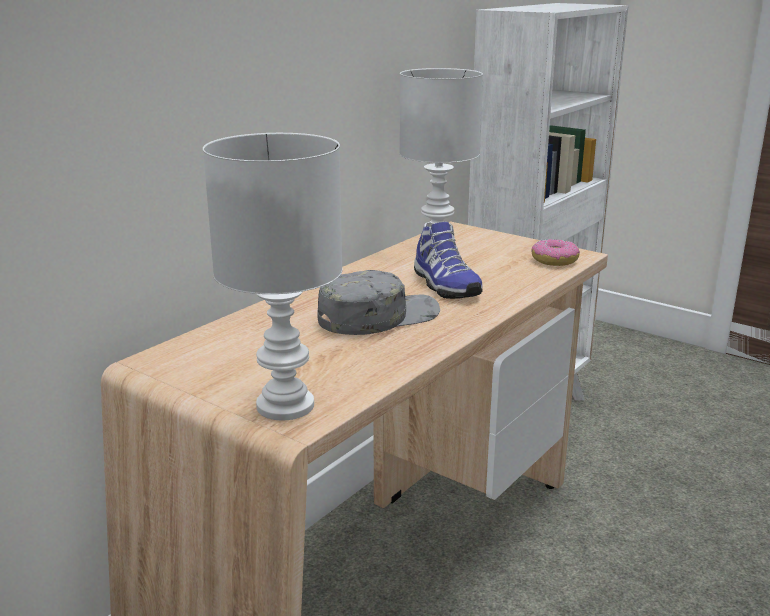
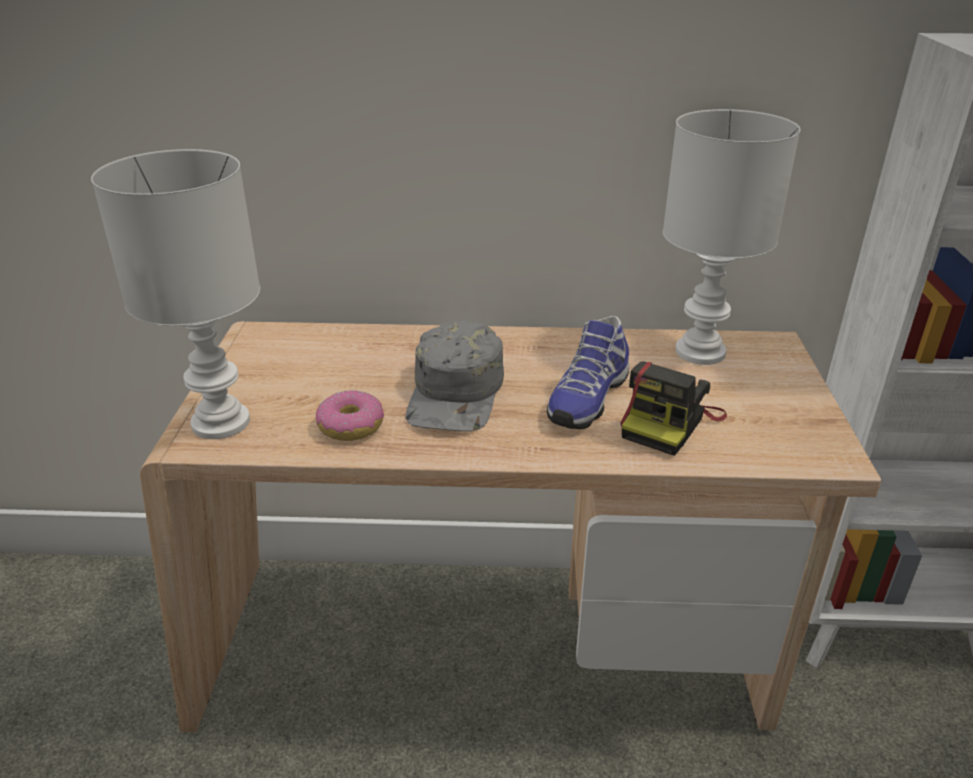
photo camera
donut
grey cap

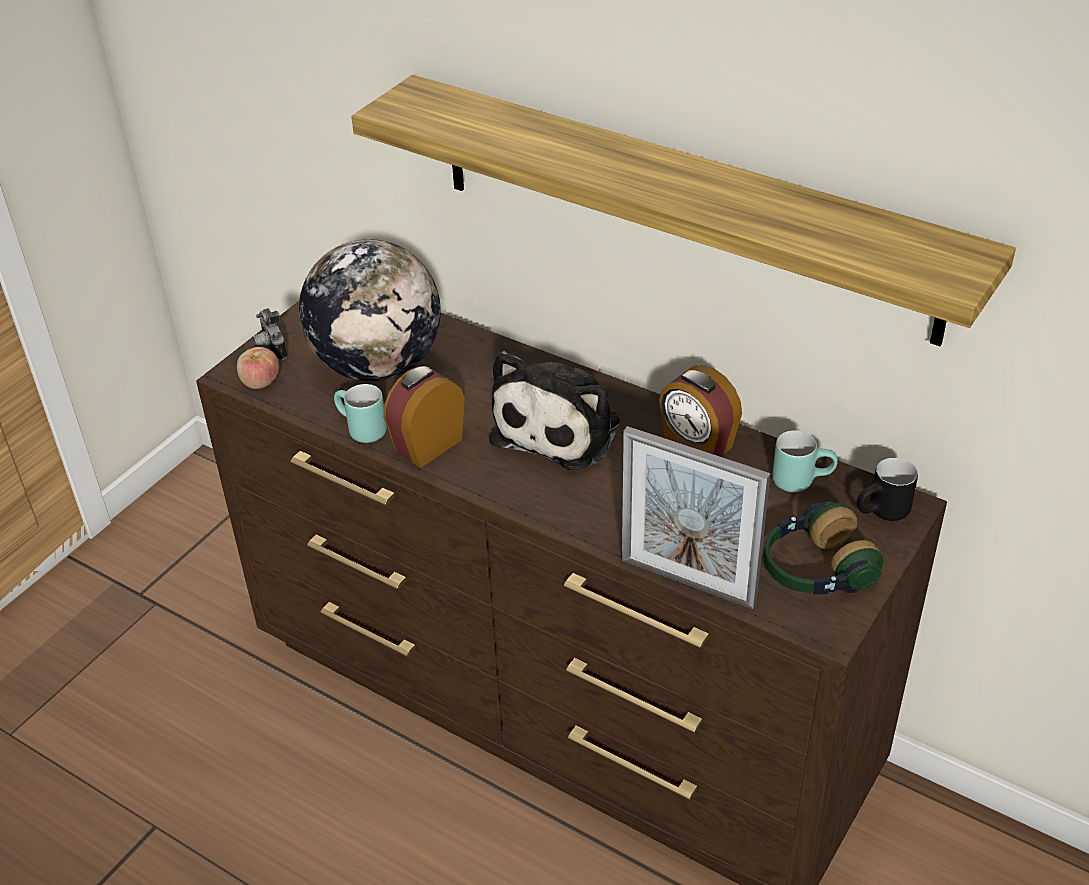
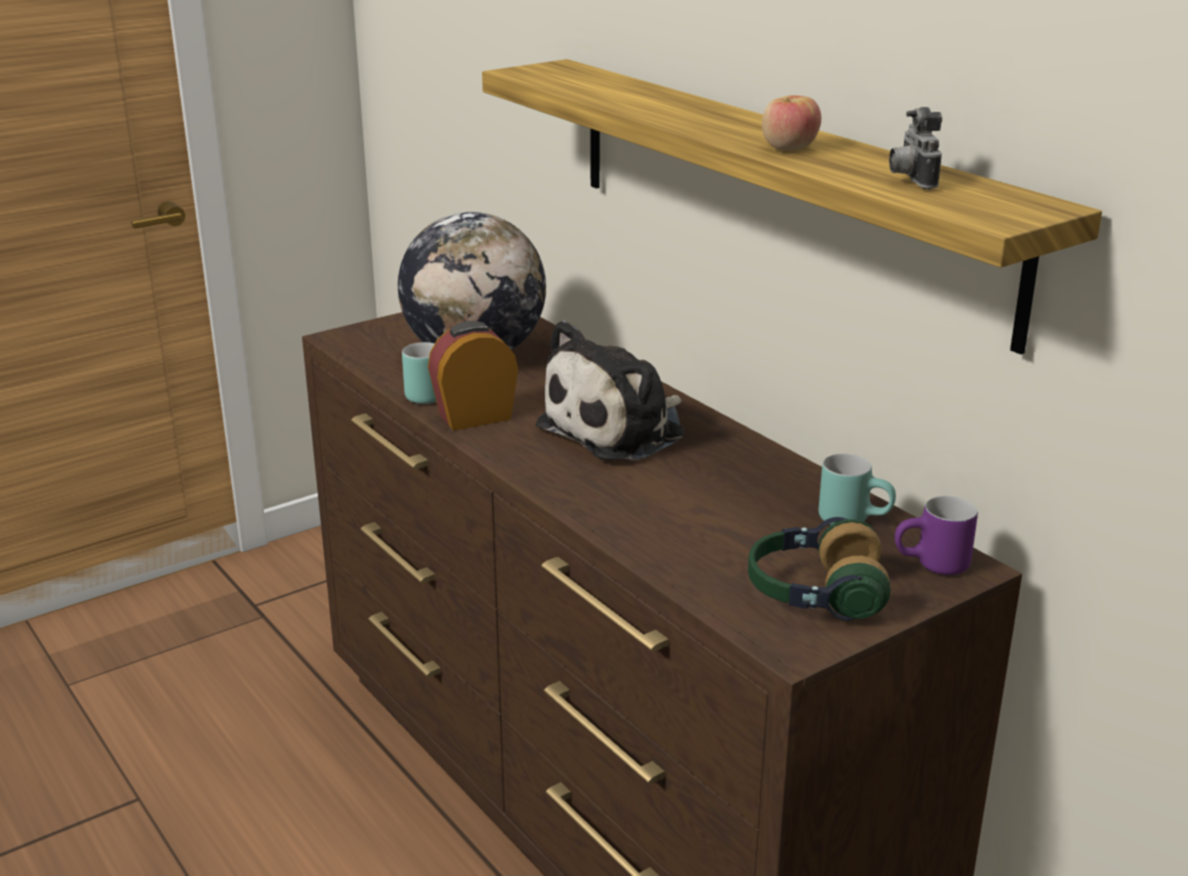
picture frame
alarm clock (2nd from left in the first image)
apple
photo camera
purple mug

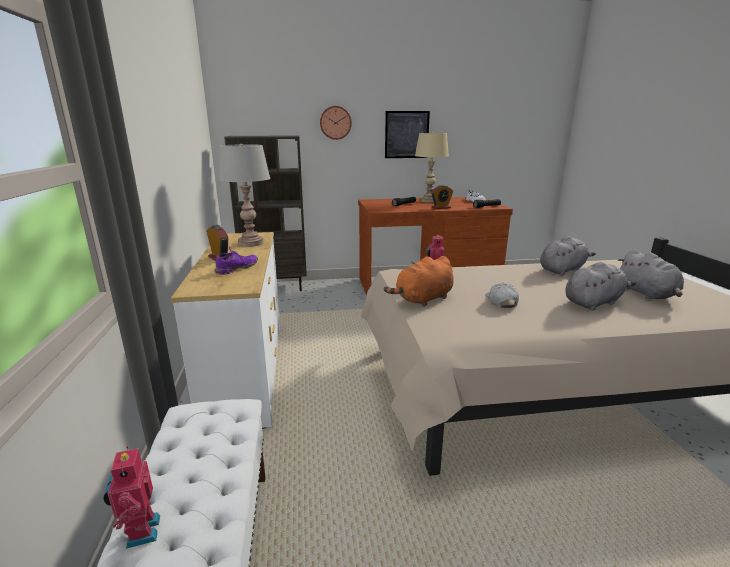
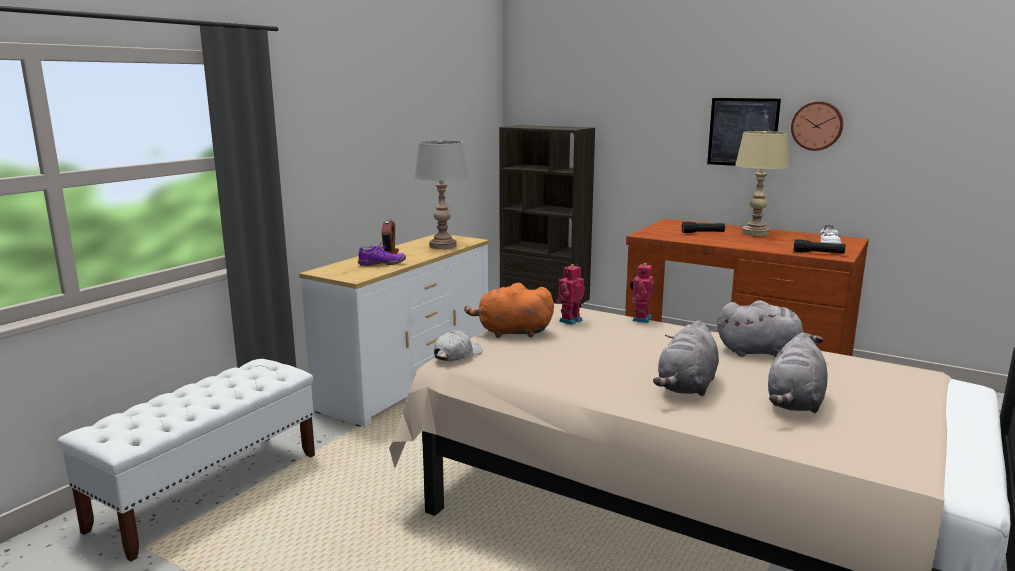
alarm clock (2nd from left in the first image)
toy robot (2nd from left)
wall clock
white cap
grey plush toy (1st from left)

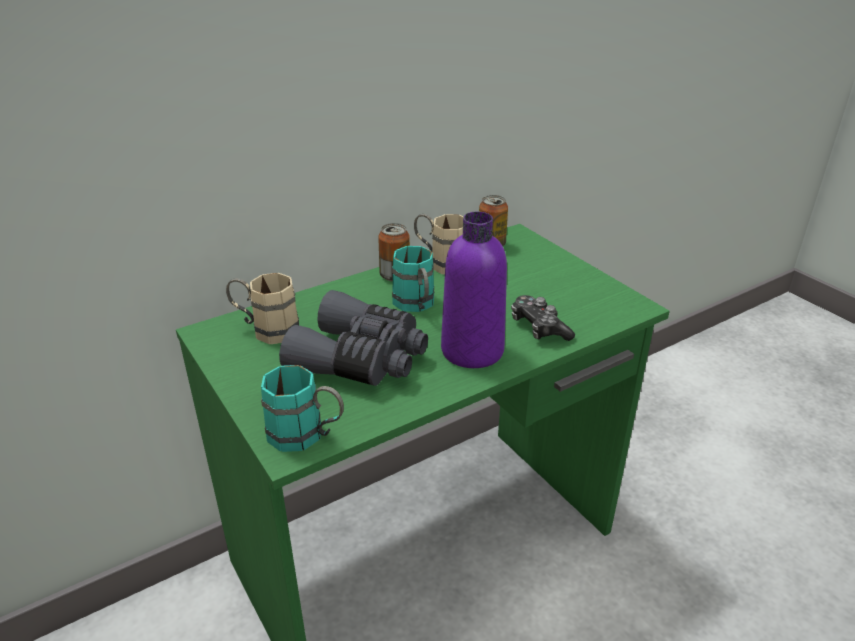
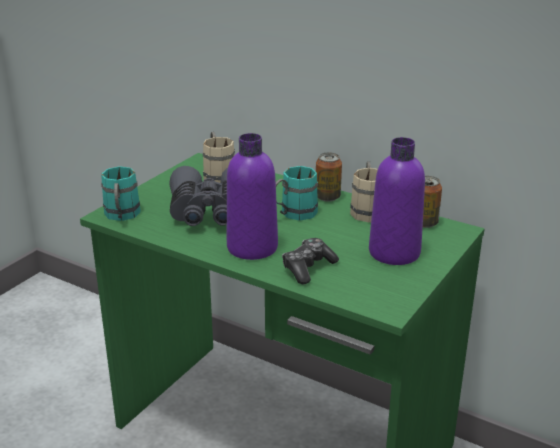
purple bottle (2nd from left)

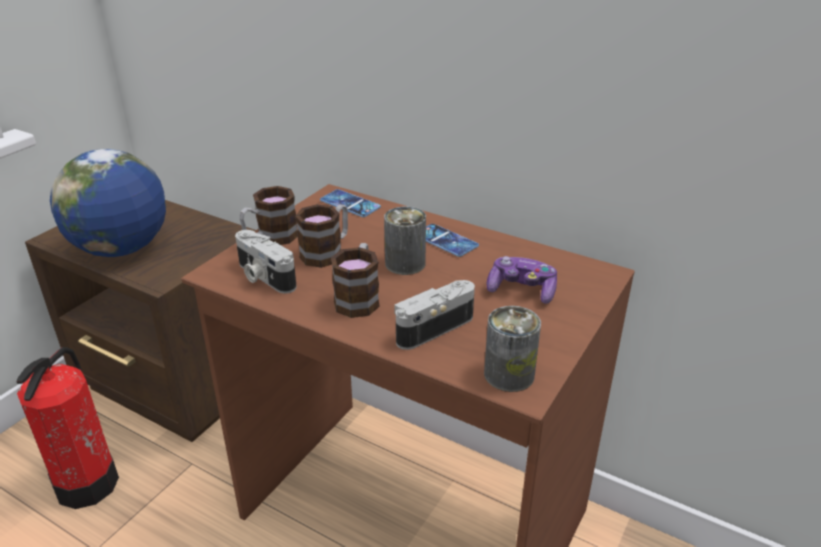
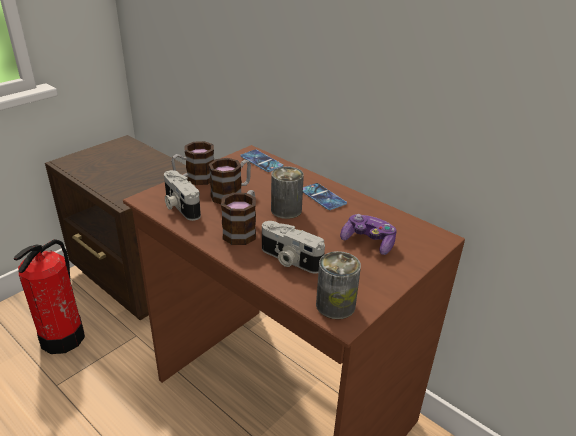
globe
photo camera (2nd from left)

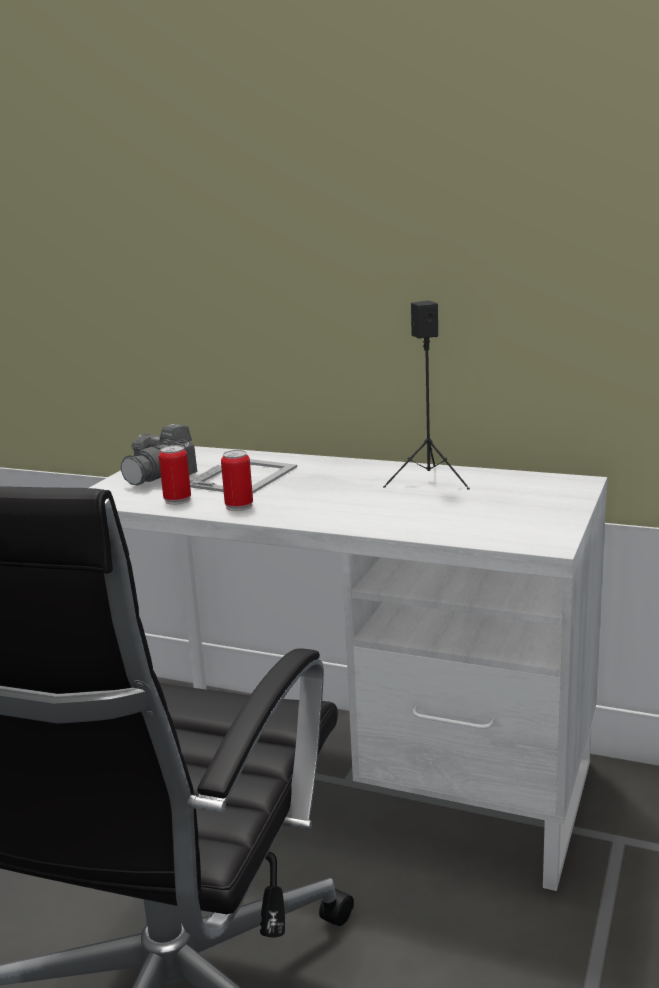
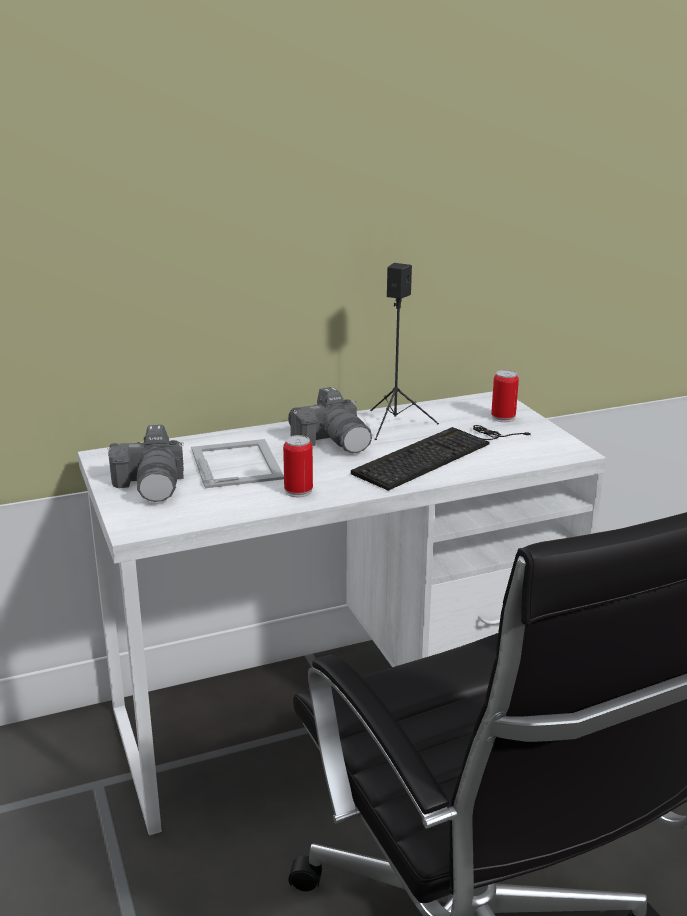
photo camera (2nd from left)
keyboard
can (2nd from left)

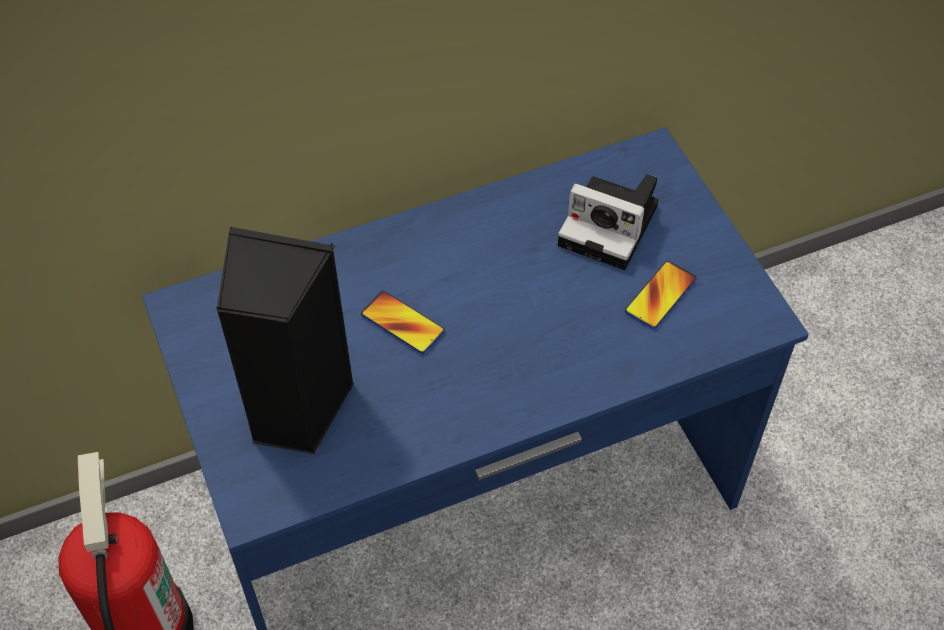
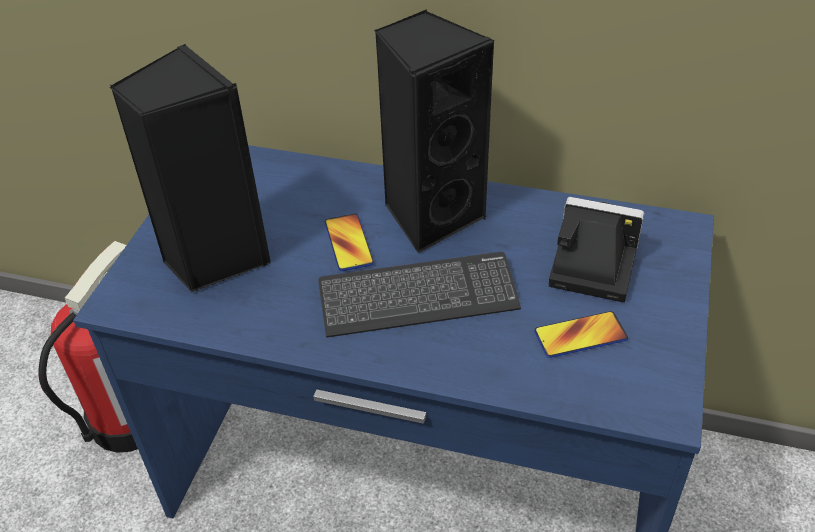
keyboard
black speaker (2nd from left)
photo camera

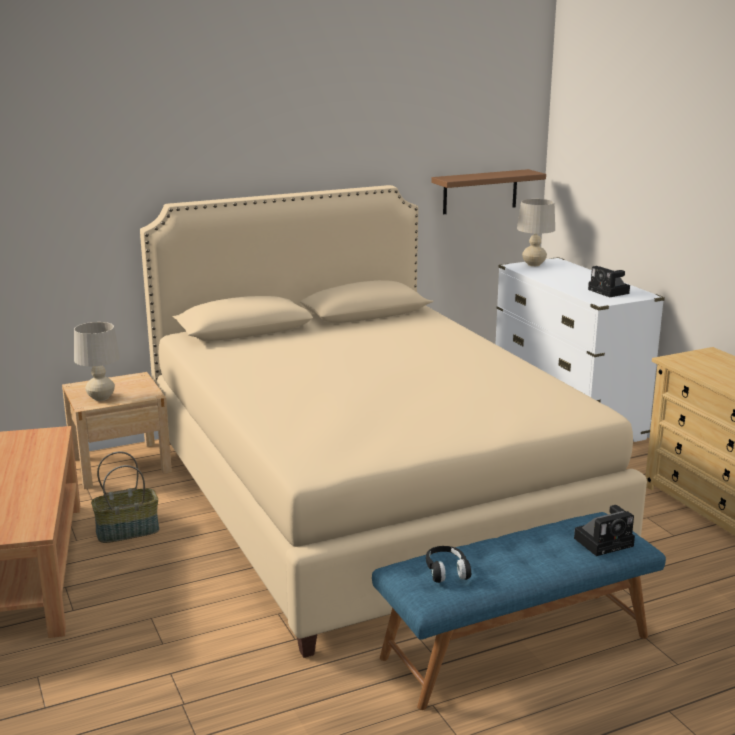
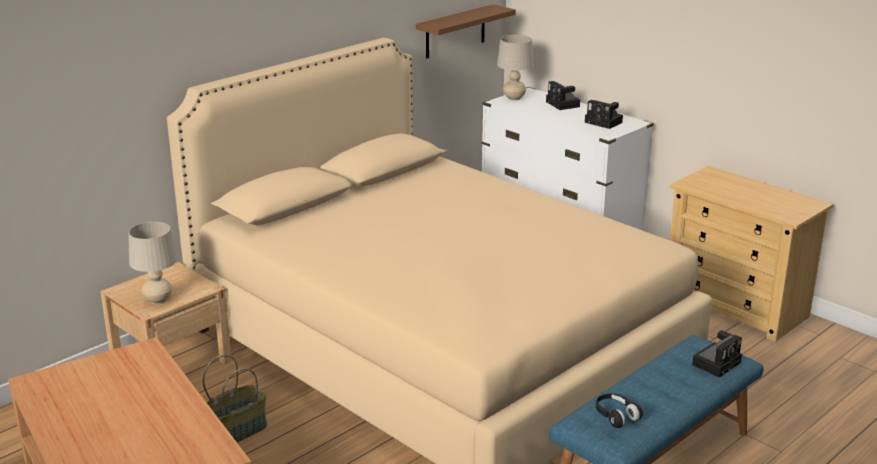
photo camera (1st from left)

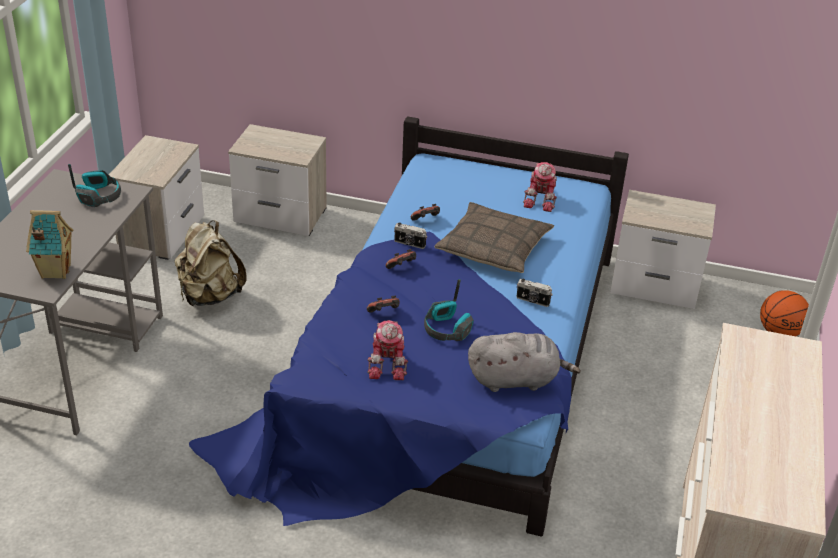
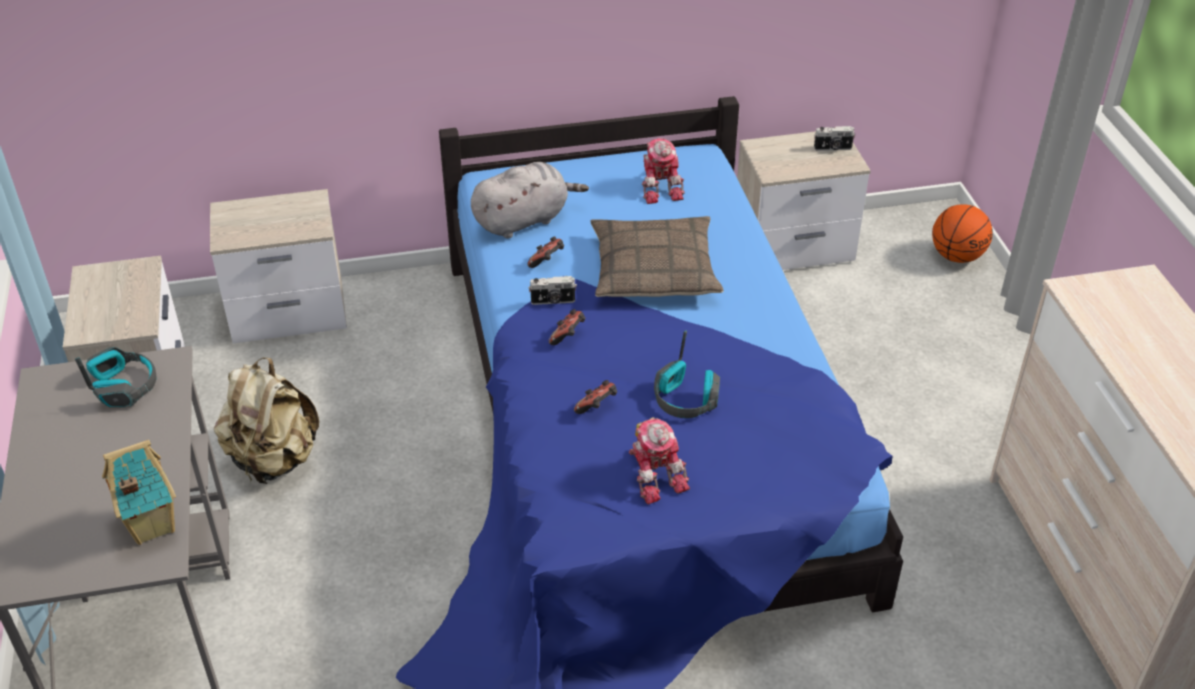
grey plush toy
photo camera (2nd from left)

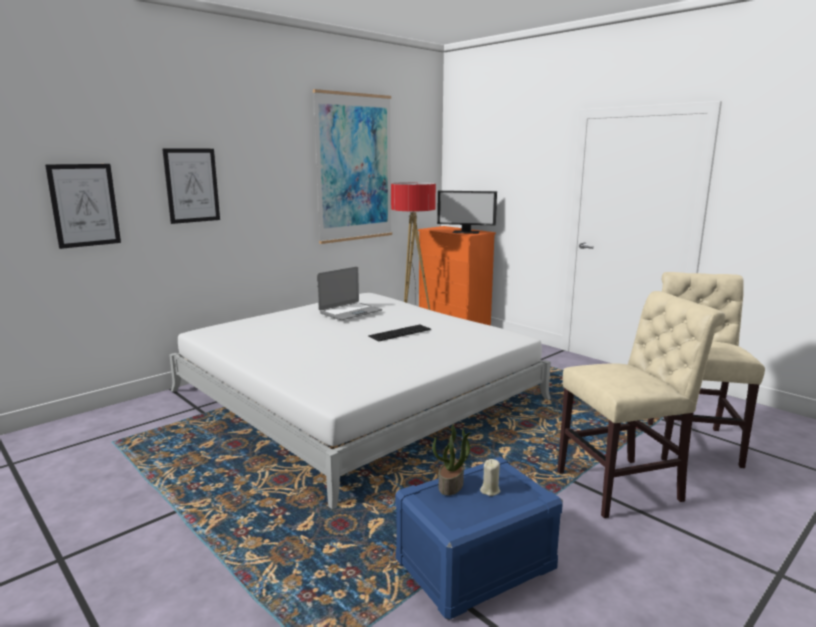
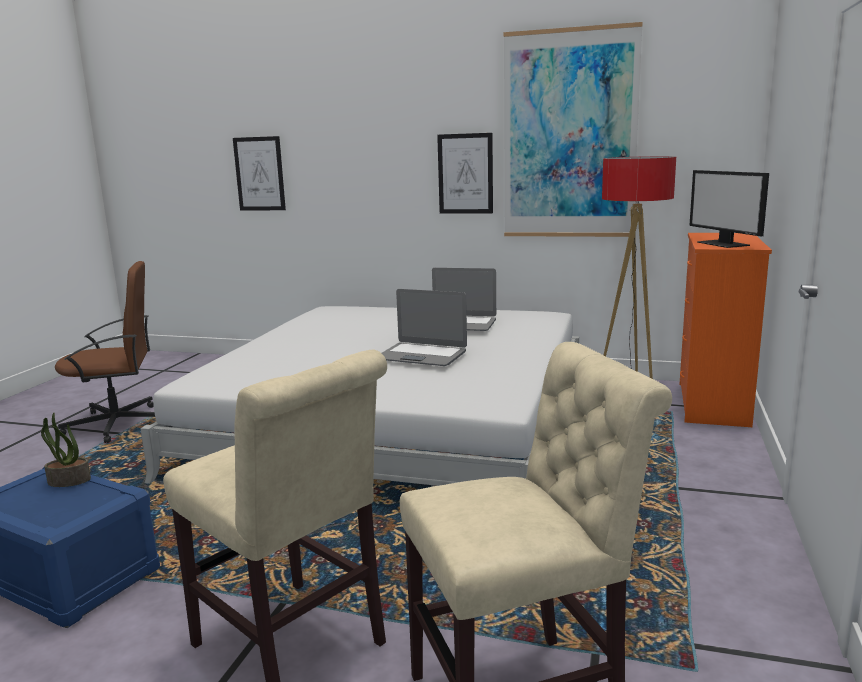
beige candle
brown office chair
picture (2nd from left)
laptop (1st from left)

